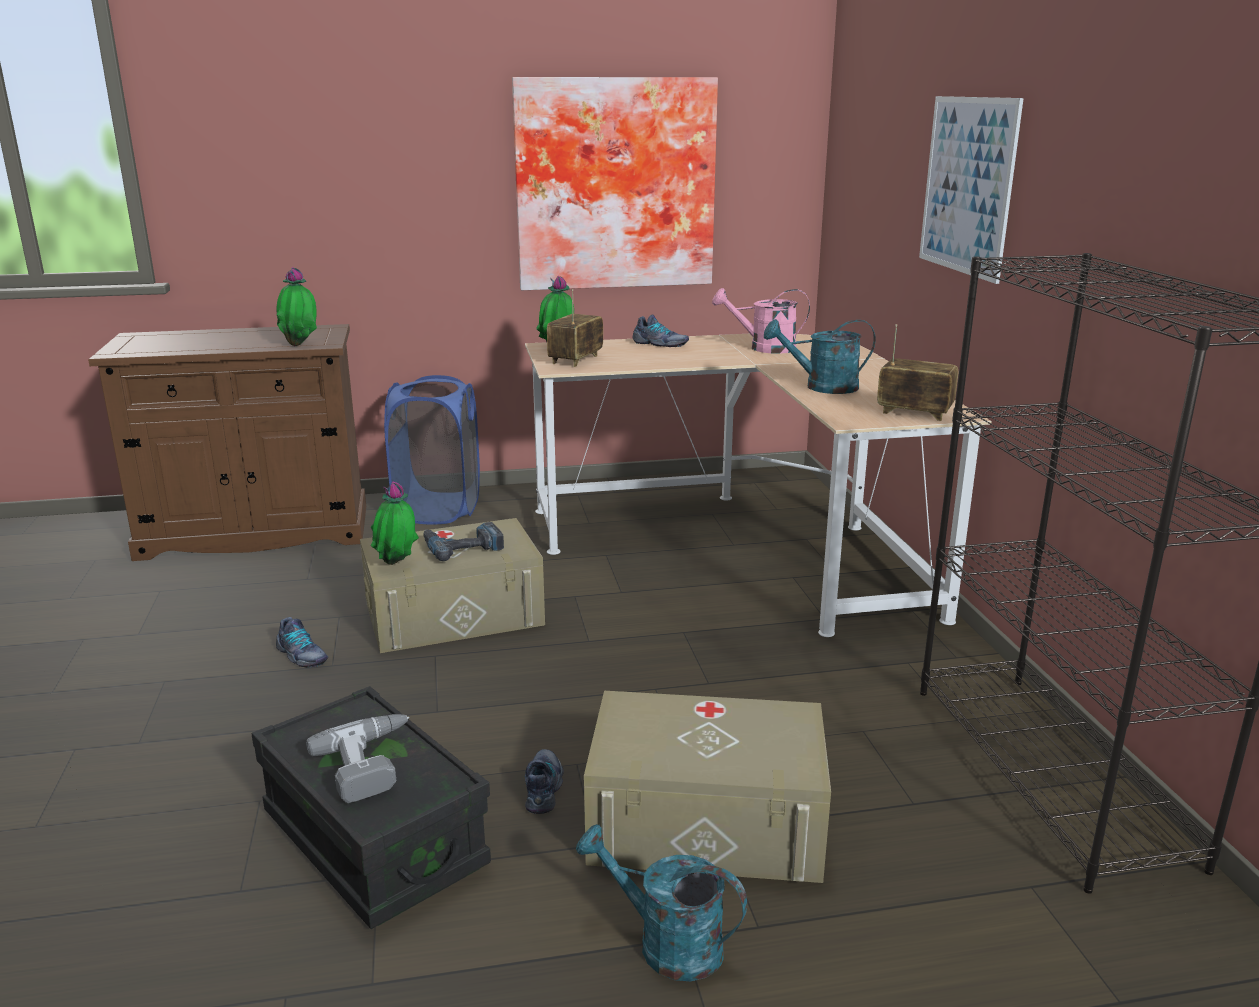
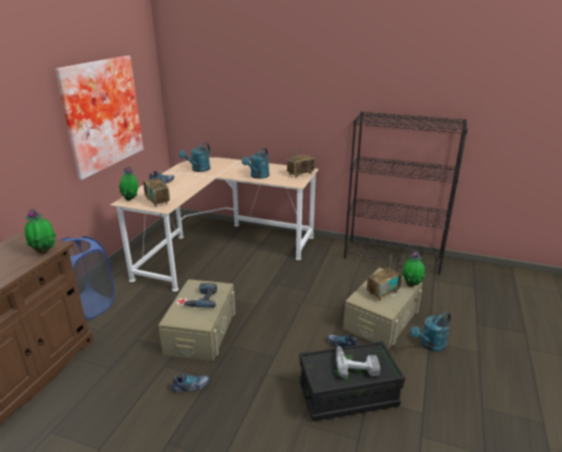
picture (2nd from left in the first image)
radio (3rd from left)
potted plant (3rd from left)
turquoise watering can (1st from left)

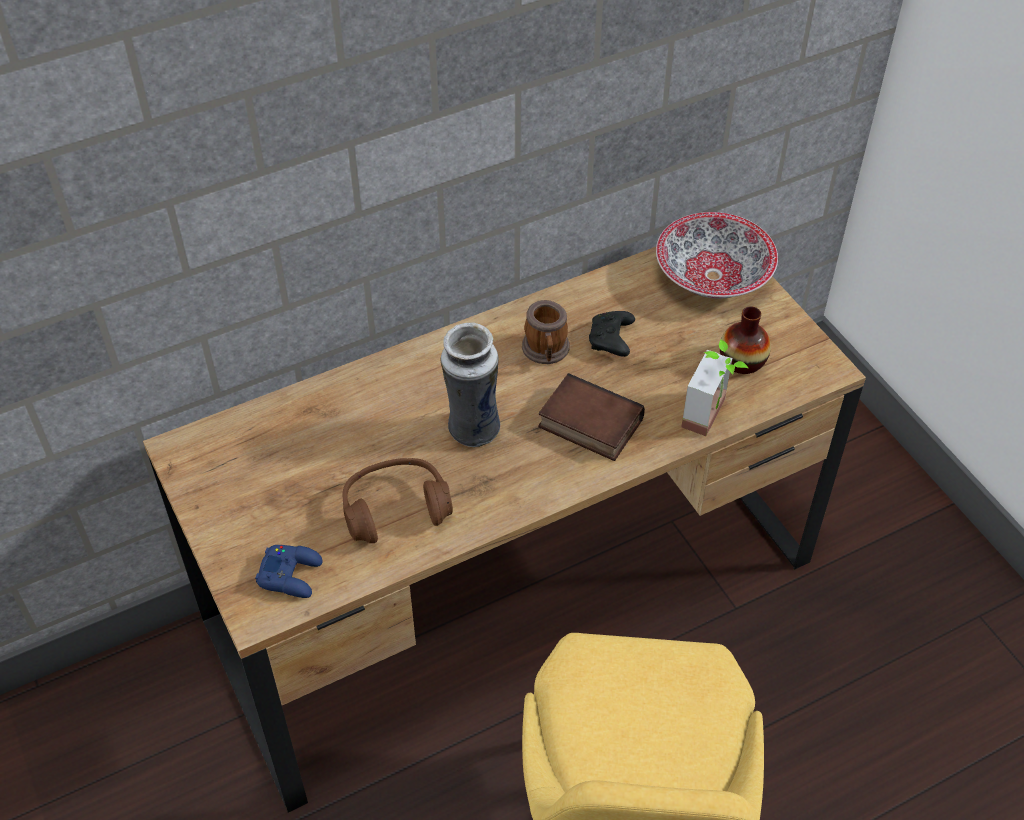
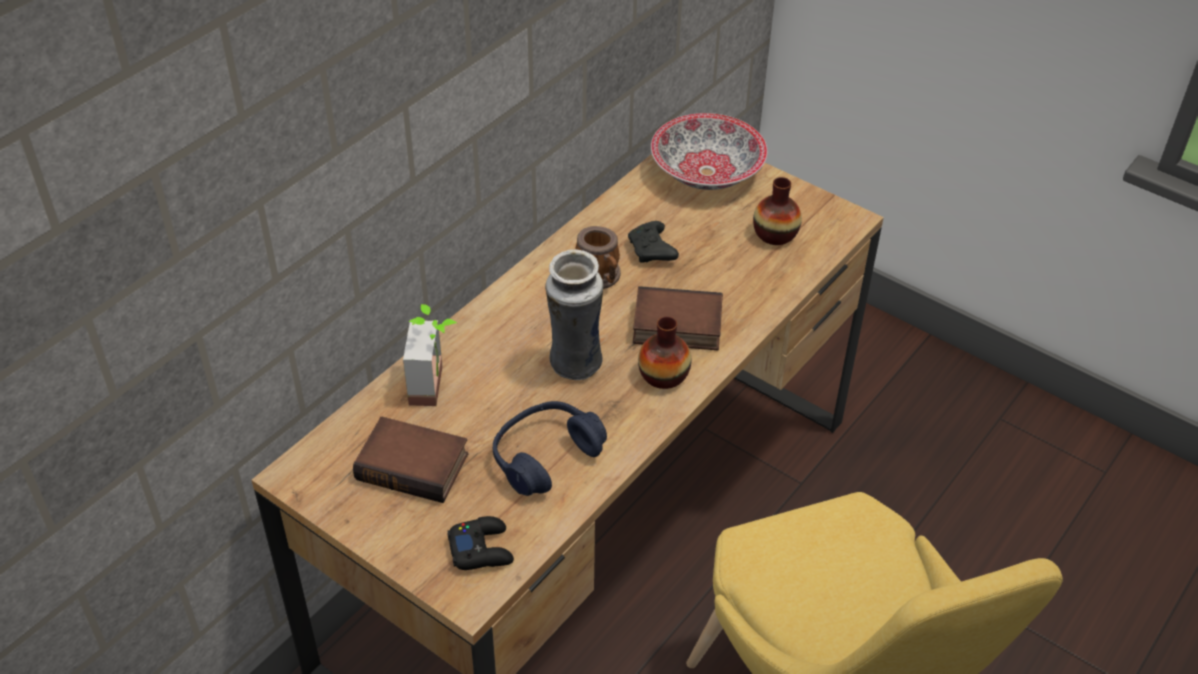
book (1st from left)
vase (2nd from left)
potted plant
black game controller (1st from left)
blue headphones

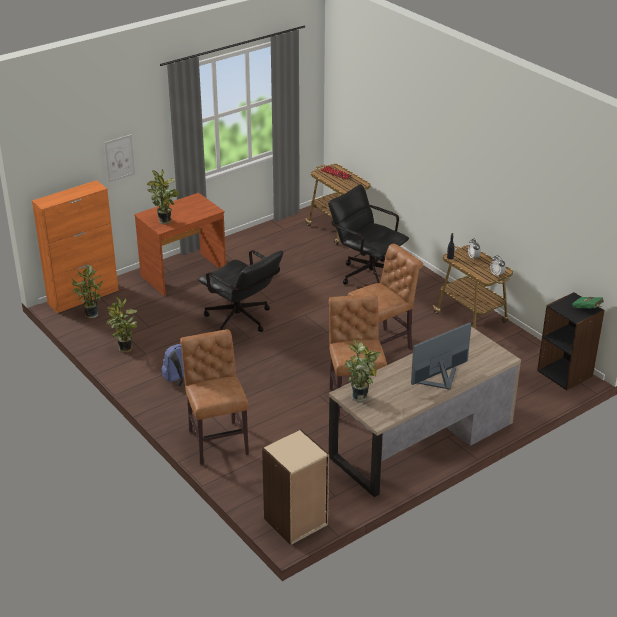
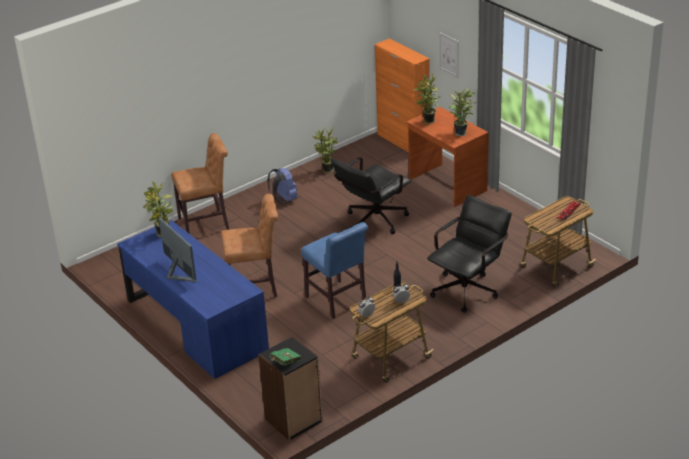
beige bookcase
potted plant (4th from left)
blue desk
blue chair

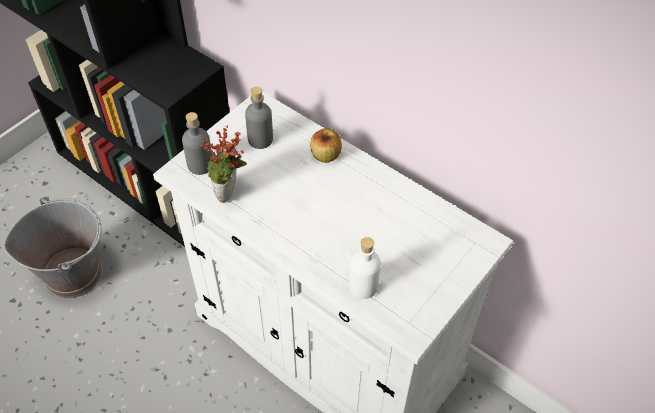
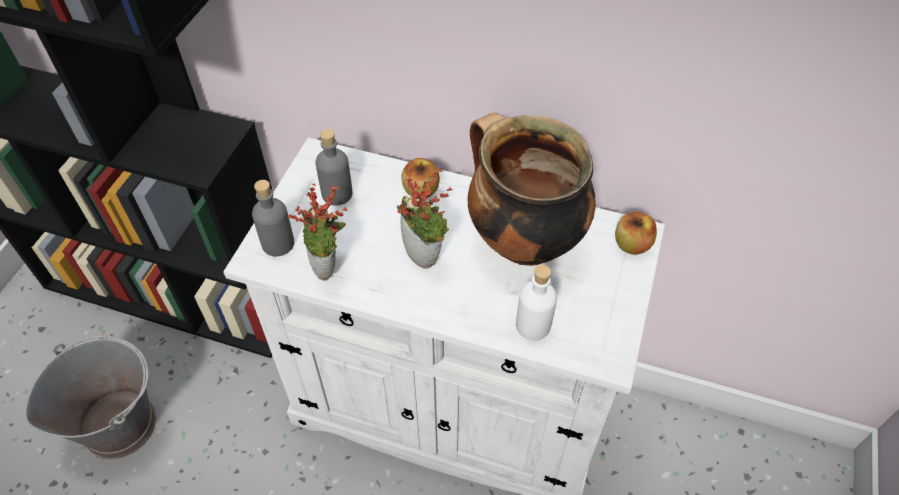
potted plant (2nd from left)
cooking pot
apple (2nd from left)

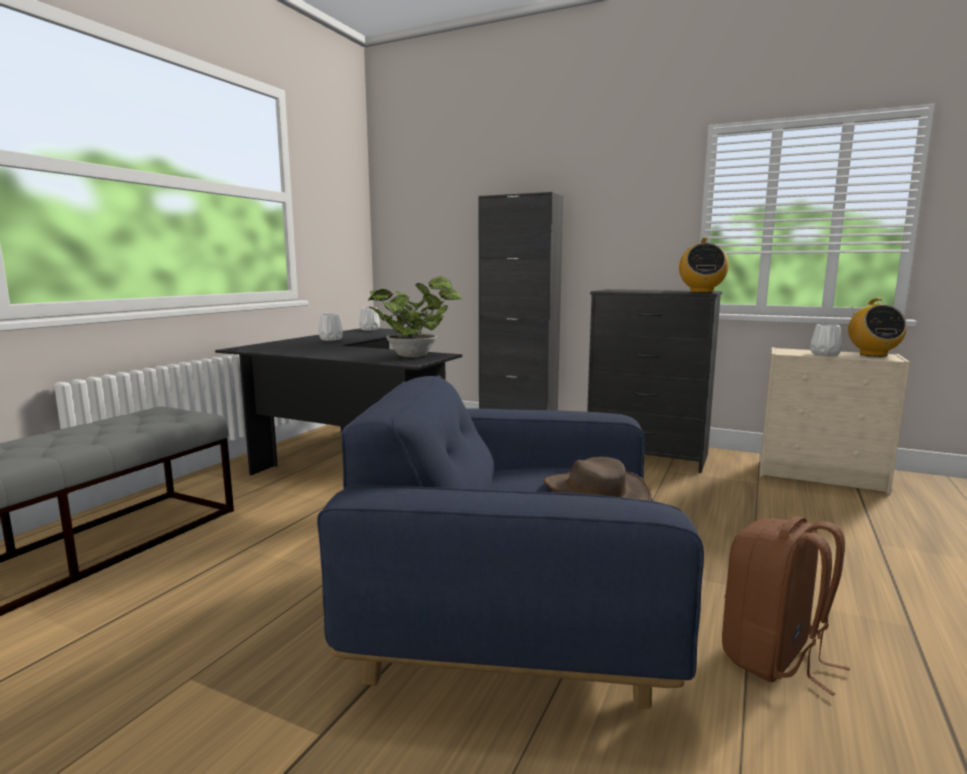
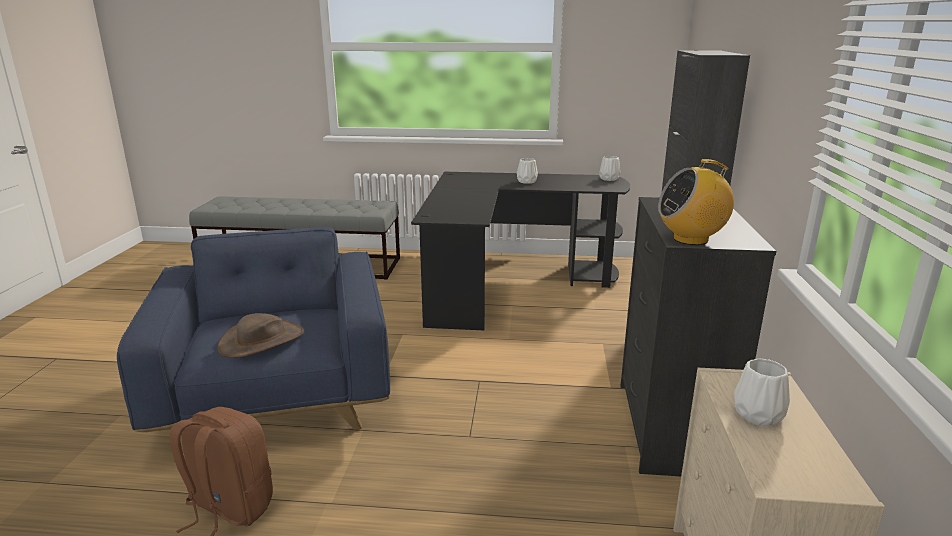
potted plant
radio (2nd from left in the first image)

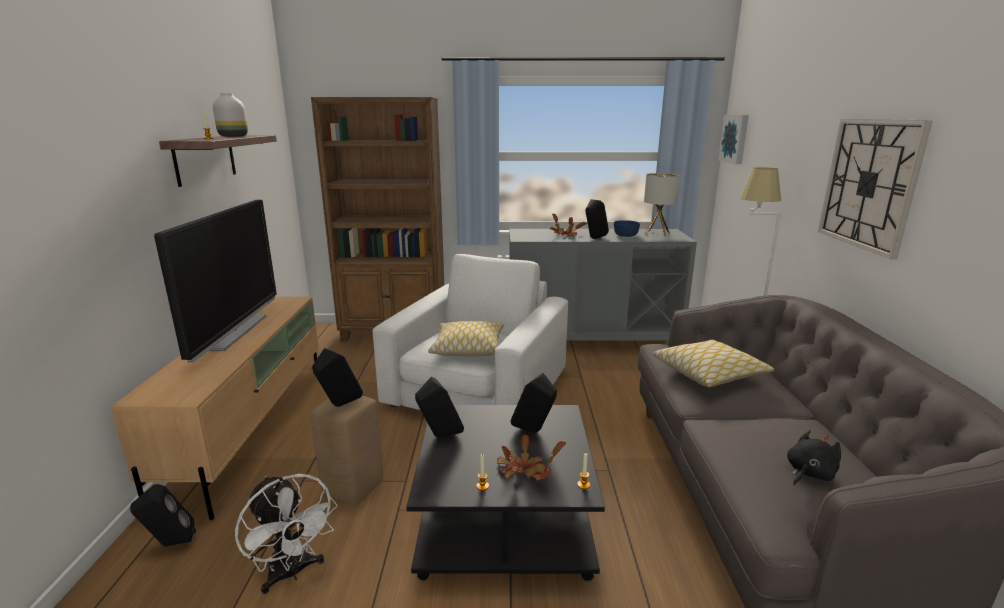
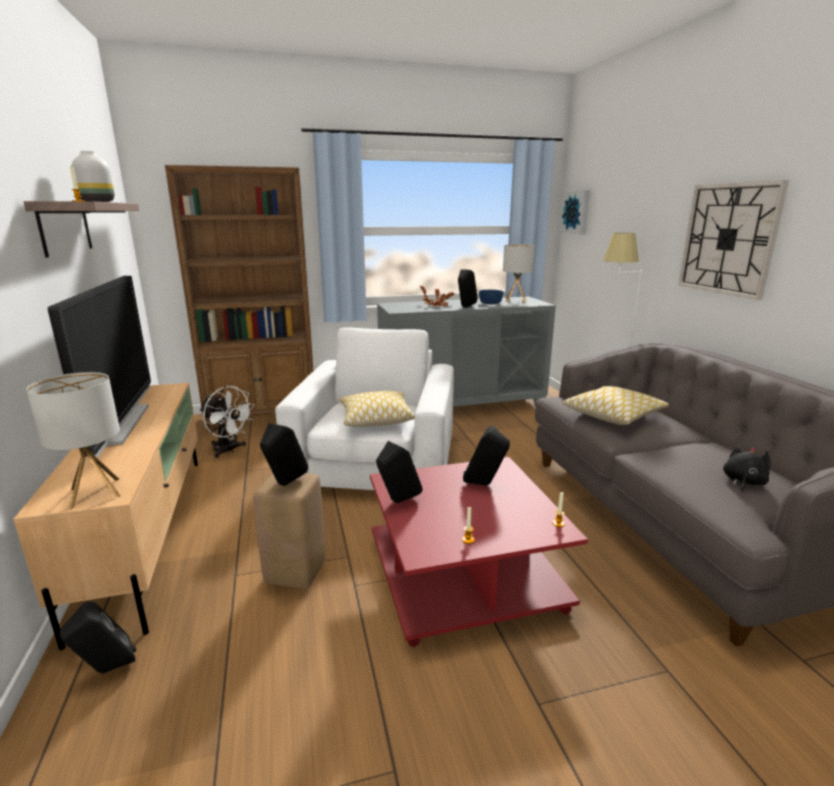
potted plant (1st from left in the first image)
table lamp (1st from left)
white fan
red coffee table

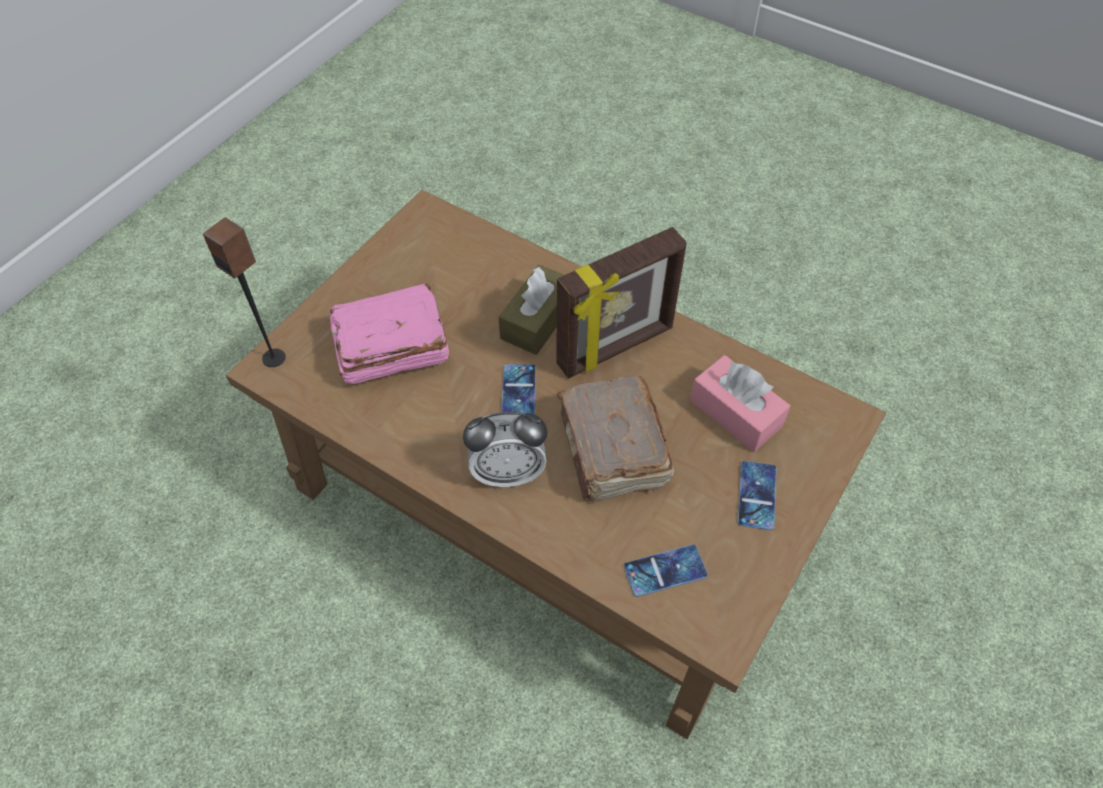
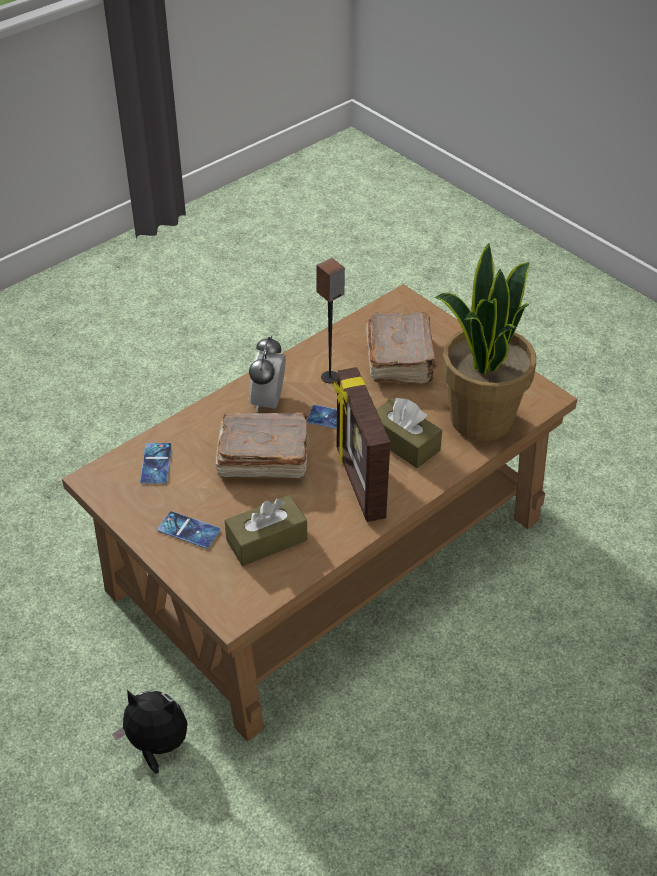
plush toy
potted plant
speaker
brown book (2nd from left)
brown tissue box (1st from left)

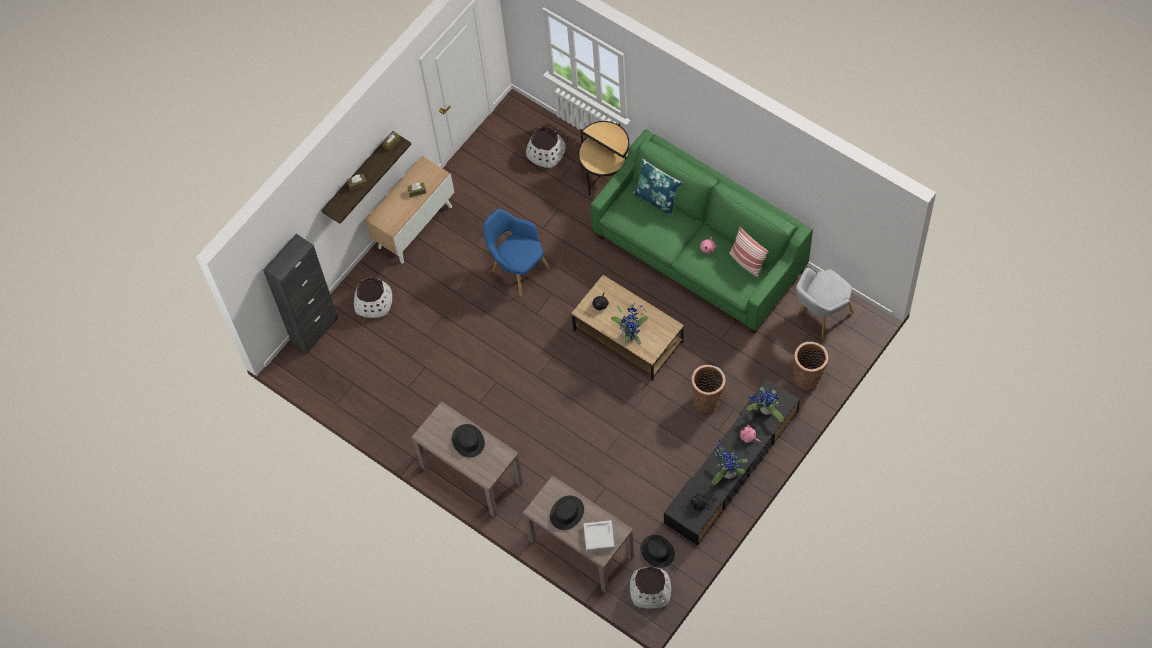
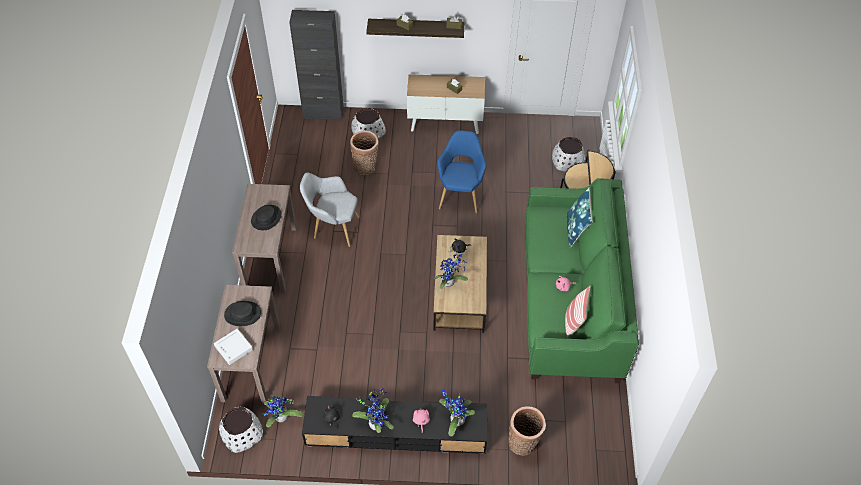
basket (1st from left)
grey armchair
potted plant (1st from left)

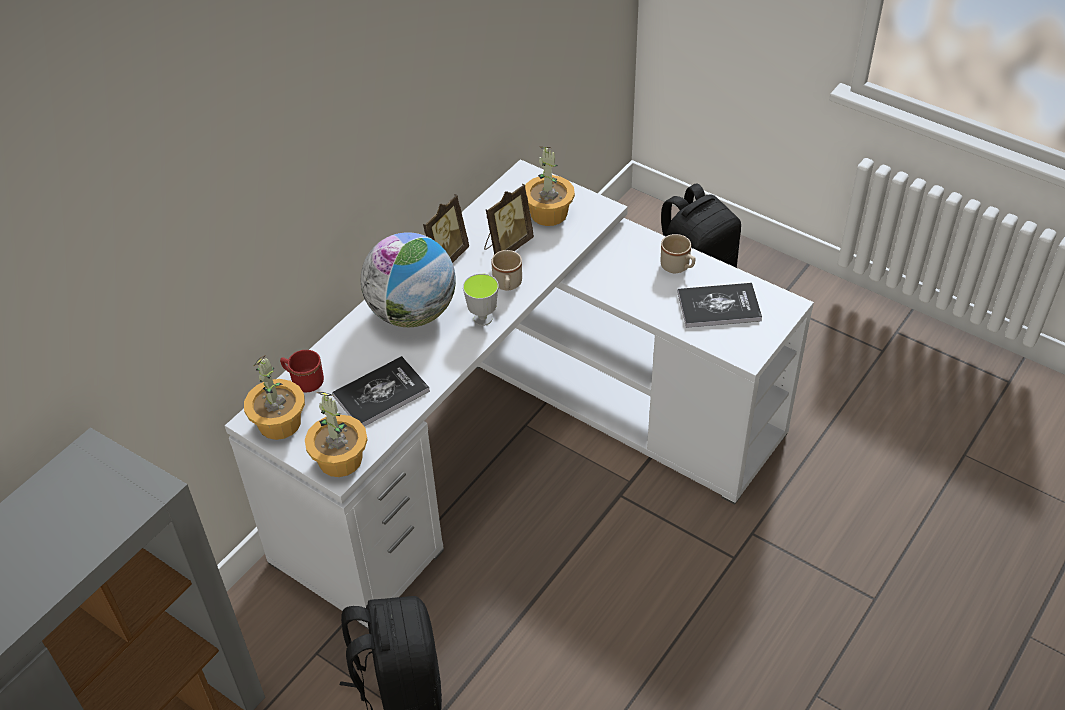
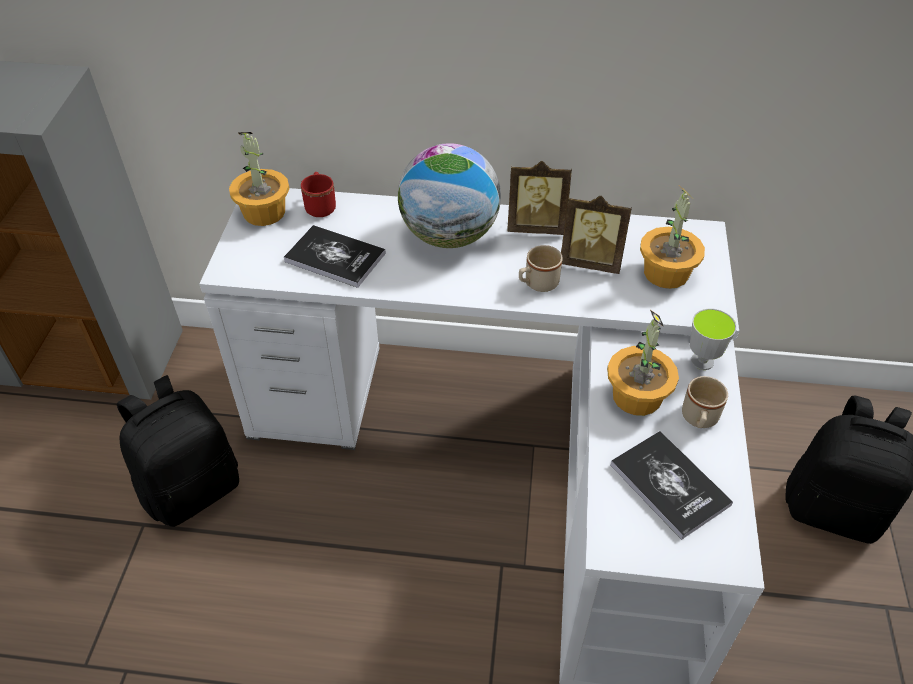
potted plant (2nd from left)
cup

